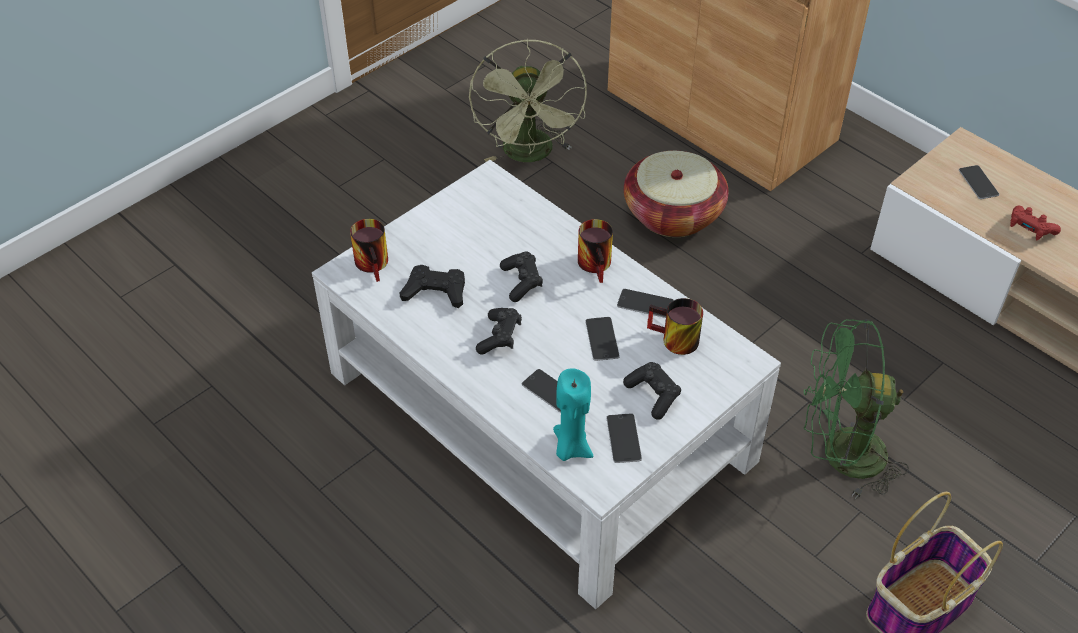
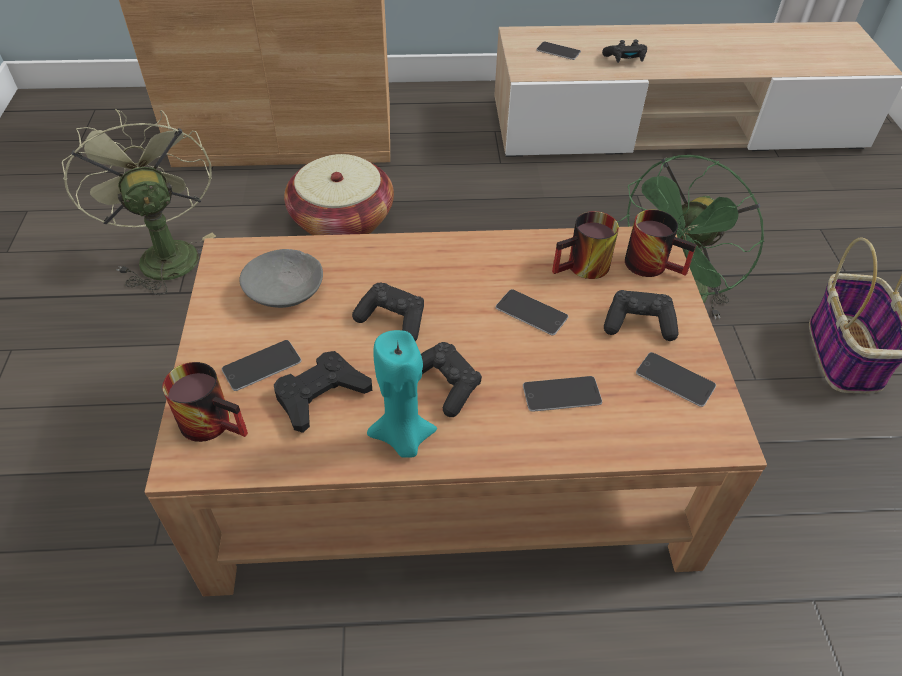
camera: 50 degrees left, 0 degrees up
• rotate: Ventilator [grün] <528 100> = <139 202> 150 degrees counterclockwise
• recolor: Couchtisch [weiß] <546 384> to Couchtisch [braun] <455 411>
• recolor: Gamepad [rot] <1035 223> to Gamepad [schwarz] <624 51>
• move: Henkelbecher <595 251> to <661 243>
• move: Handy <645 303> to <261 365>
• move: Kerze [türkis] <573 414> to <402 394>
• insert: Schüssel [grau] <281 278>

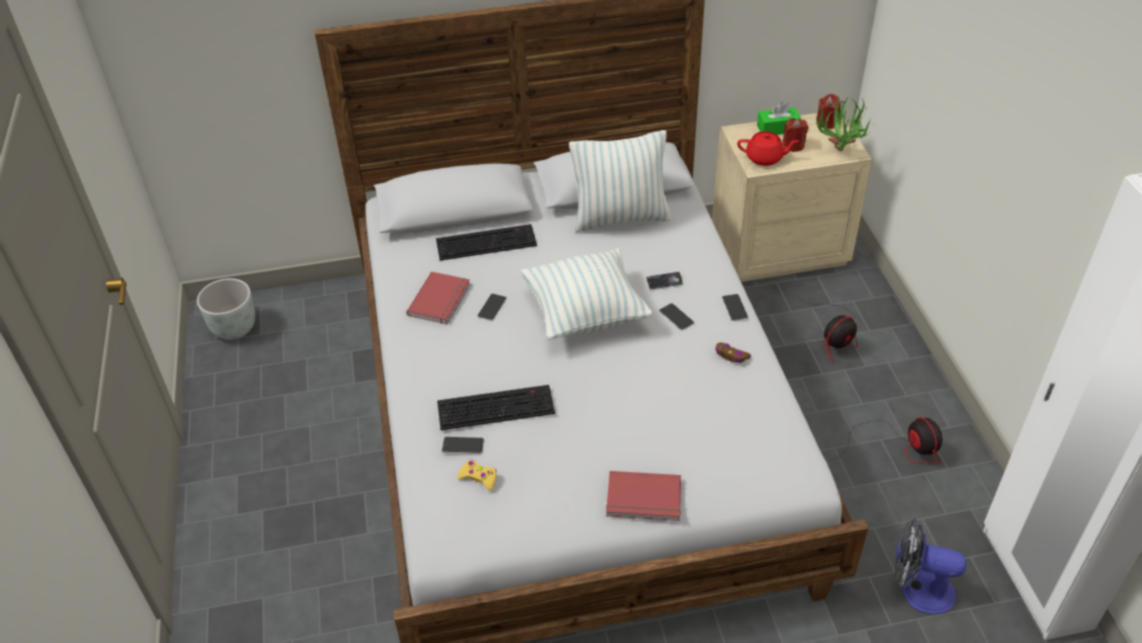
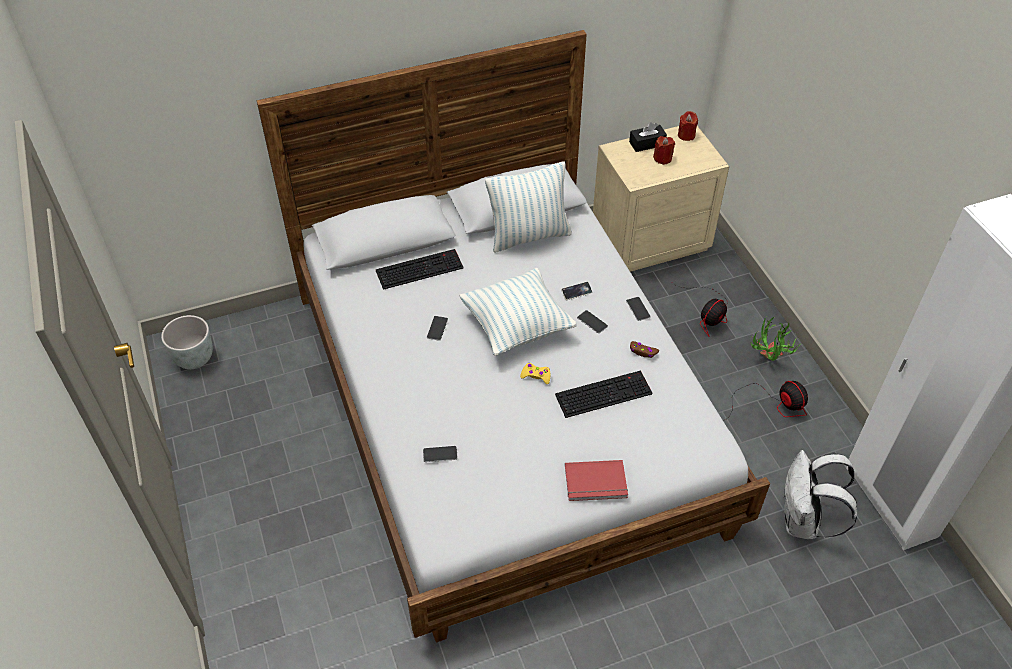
camera: 10 degrees left, 5 degrees up
• move: Topfpflanze <844 123> to <775 339>
• recolor: Taschentuchbox [grün] <779 118> to Taschentuchbox [schwarz] <648 137>
• delete: Teekanne [rot] <768 148>
• delete: Buch [rot] <438 297>
• move: Tastatur <496 407> to <603 394>
• move: Gamepad [gelb] <476 475> to <535 373>
• replace: Ventilator <931 566> to Rucksack [weiß] <820 494>

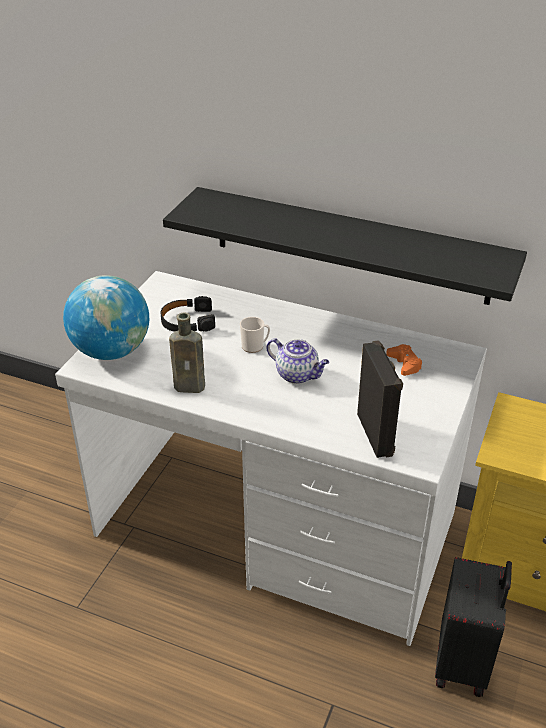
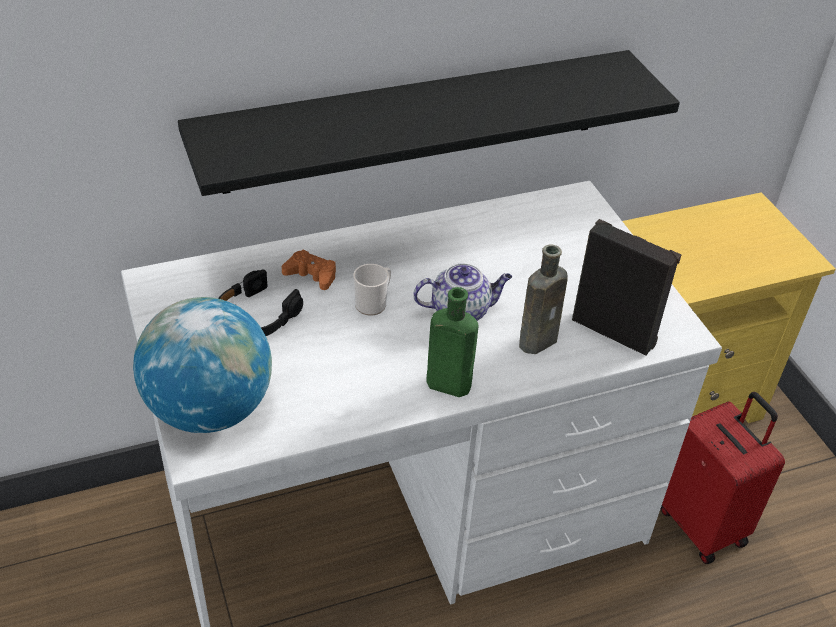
camera: 45 degrees left, 5 degrees up
• move: Flasche [braun] <187 353> to <543 299>
• move: Gamepad [orange] <404 360> to <309 270>
• recolor: Koffer [schwarz] <473 627> to Koffer [rot] <723 478>
• insert: Flasche [grün] <452 342>

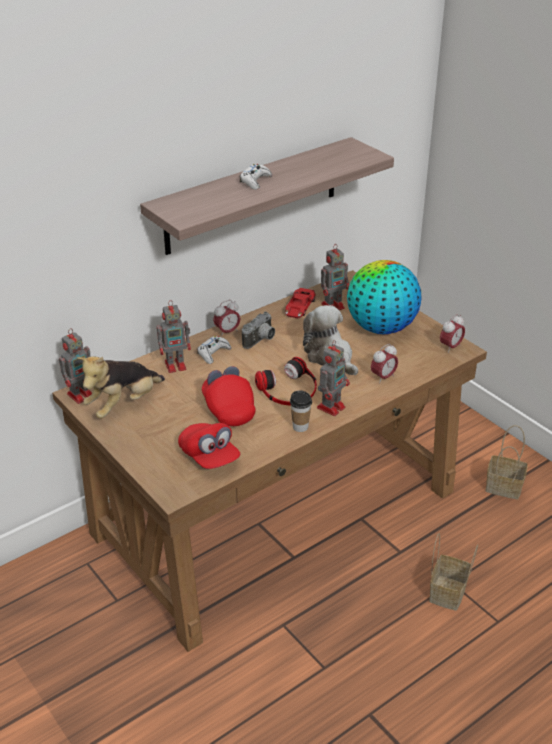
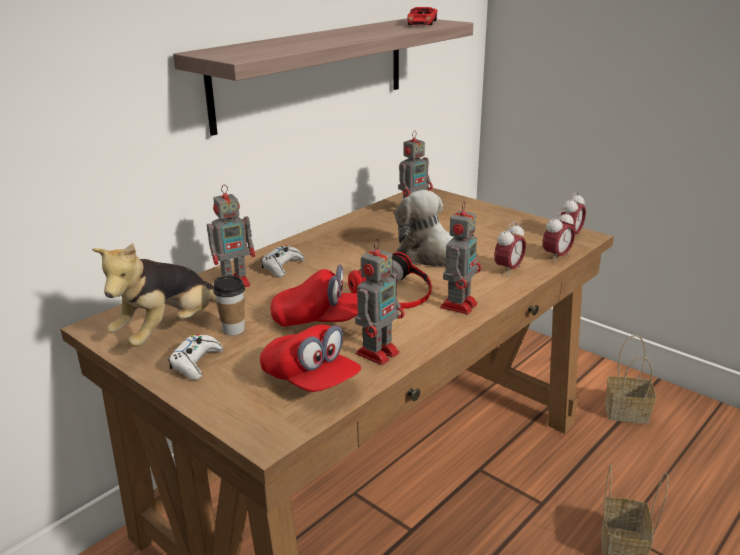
camera: 10 degrees left, 10 degrees down
• move: Gamepad [weiß] <255 177> to <195 357>
• delete: Globus <384 297>
• move: Spielzeugauto [rot] <300 303> to <422 16>
• move: Wecker <226 318> to <559 236>
• delete: Kamera <258 330>
• move: Spielzeugroboter <75 366> to <380 302>
• rotate: Kappe [rot] <229 396> = <314 296> 135 degrees clockwise
• move: Tasse <301 411> to <229 305>

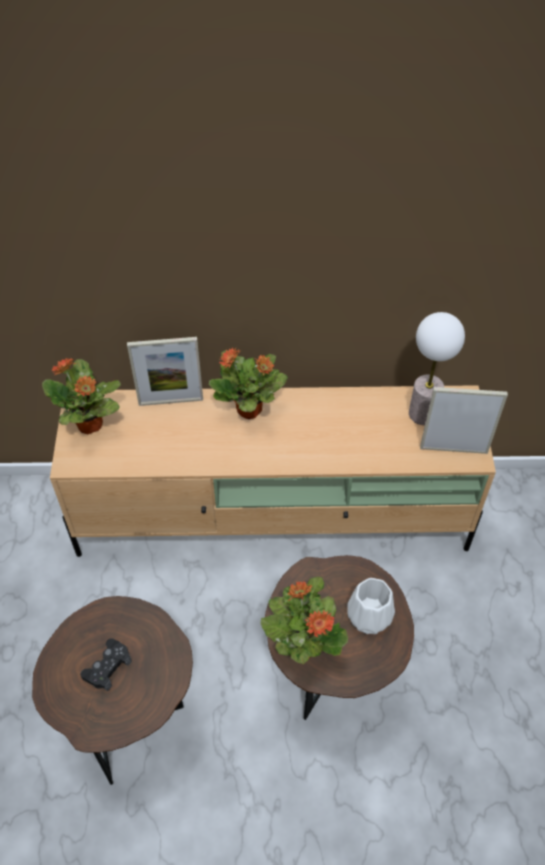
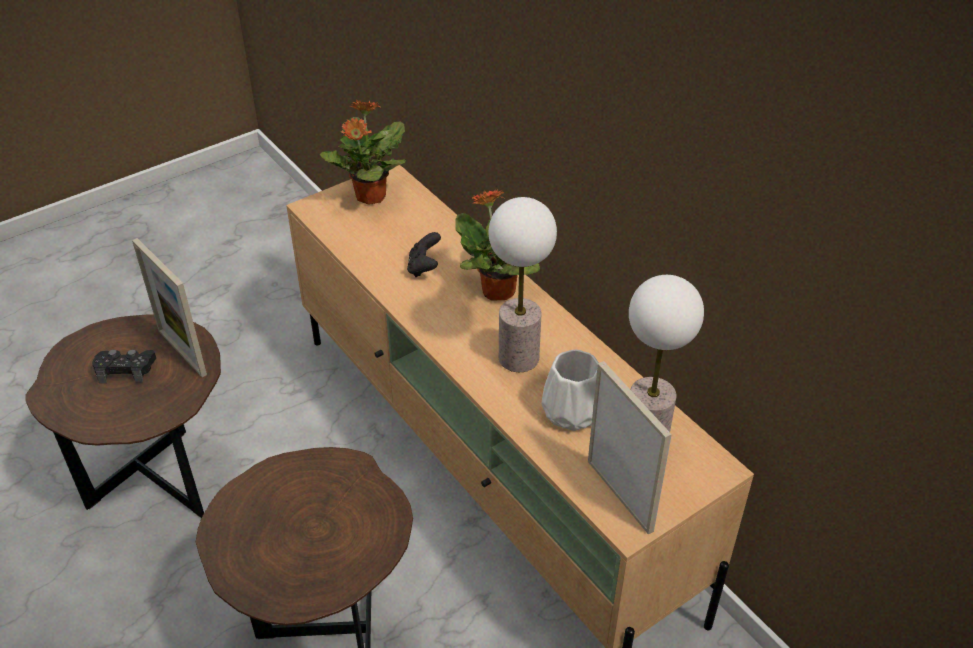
camera: 55 degrees right, 10 degrees down
• move: Bilderrahmen <165 371> to <169 307>
• delete: Topfpflanze <304 620>
• move: Vase [weiß] <371 606> to <570 390>
• insert: Tischlampe <522 284>
• insert: Gamepad [schwarz] <424 254>

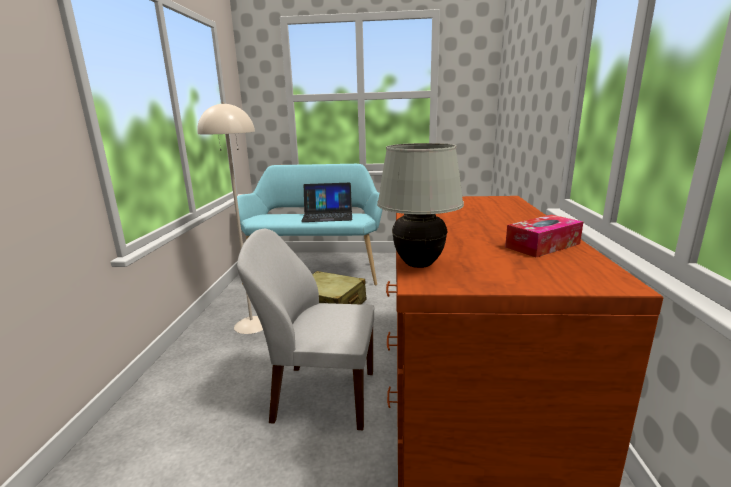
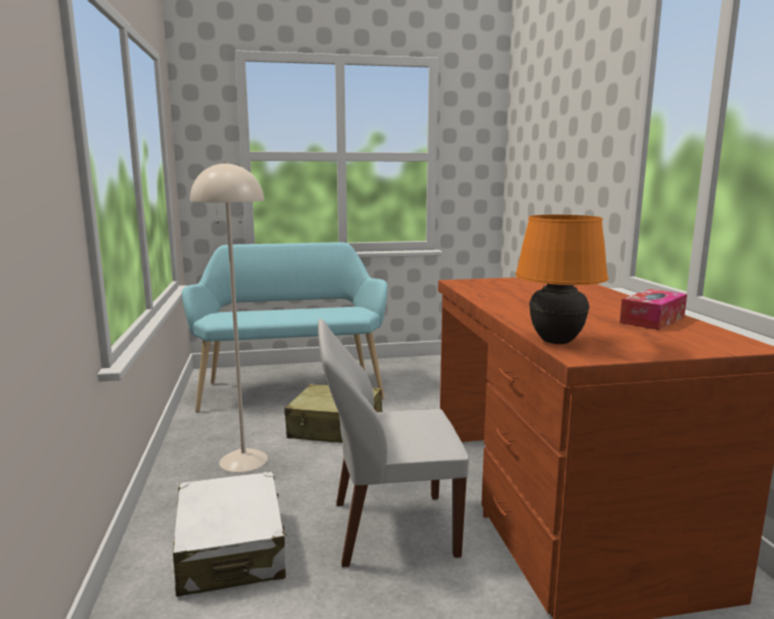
camera: 15 degrees left, 5 degrees down
• recolor: Tischlampe [weiß] <420 205> to Tischlampe [orange] <561 279>
• delete: Laptop <326 202>
• insert: Koffer [weiß] <230 534>

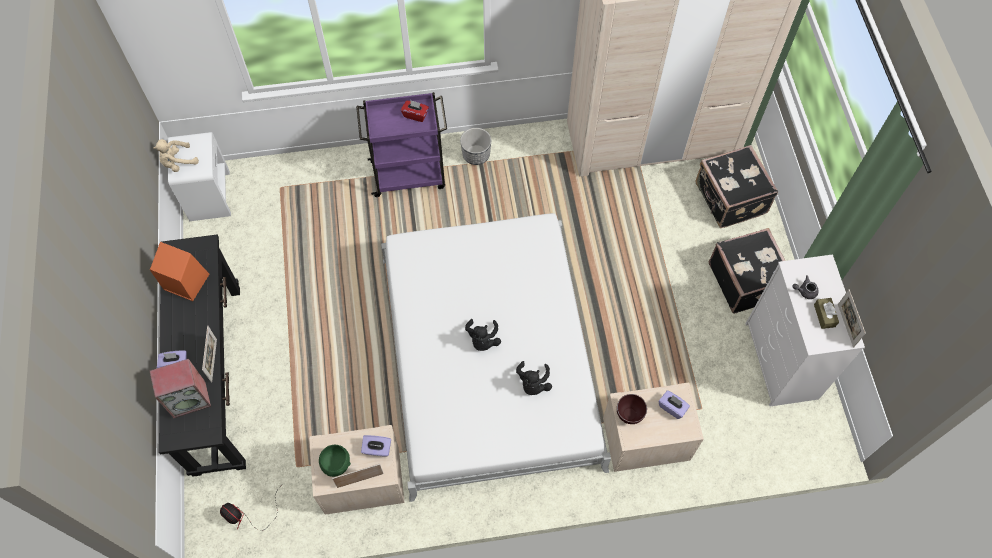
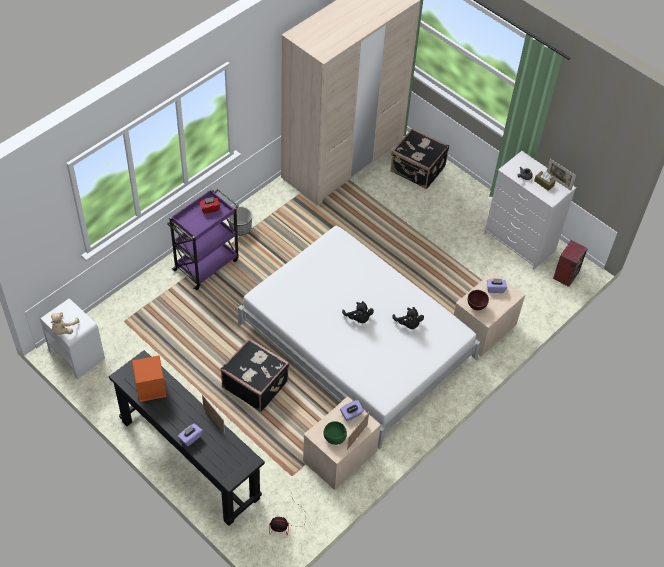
camera: 40 degrees left, 10 degrees down
• move: Koffer [schwarz] <747 271> to <255 375>
• move: Lautsprecher <180 388> to <570 263>

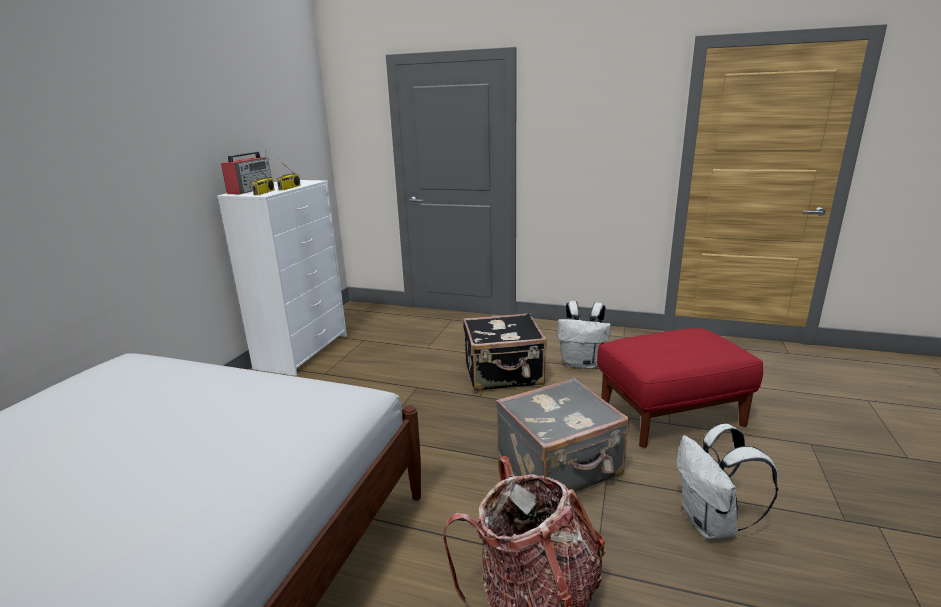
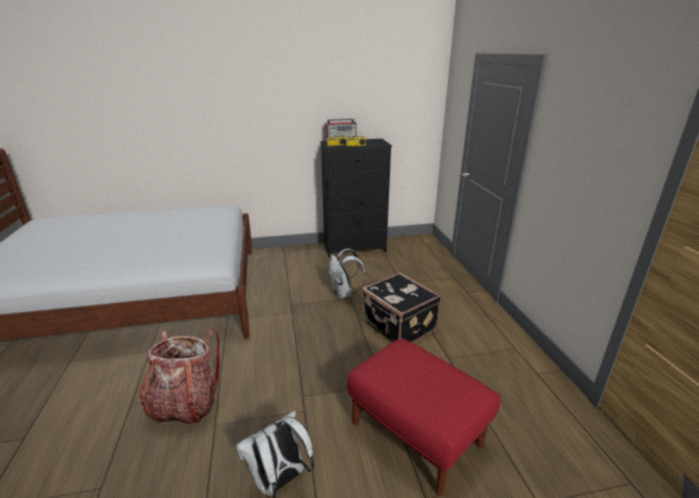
camera: 60 degrees right, 5 degrees up
• recolor: Kommode [weiß] <282 278> to Kommode [schwarz] <356 198>
• move: Rucksack [weiß] <584 335> to <347 274>
• delete: Koffer [grau] <563 434>

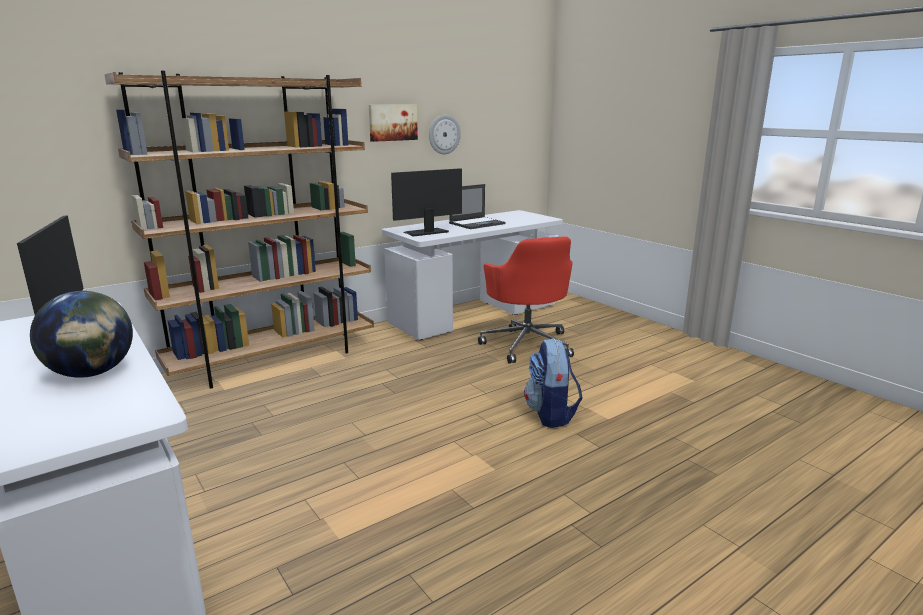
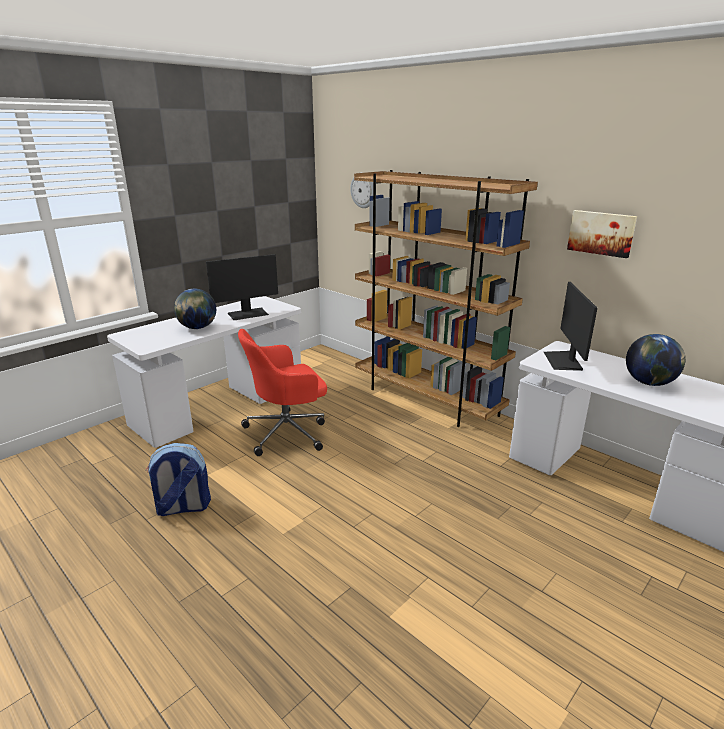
camera: 80 degrees right, 5 degrees up
• move: Wanduhr <445 134> to <361 192>
• rotate: Monitor <426 202> = <570 326> 135 degrees counterclockwise
• replace: Laptop <477 206> to Globus <655 360>
• move: Bürostuhl [rot] <526 299> to <282 392>
• move: Rucksack <553 383> to <178 479>

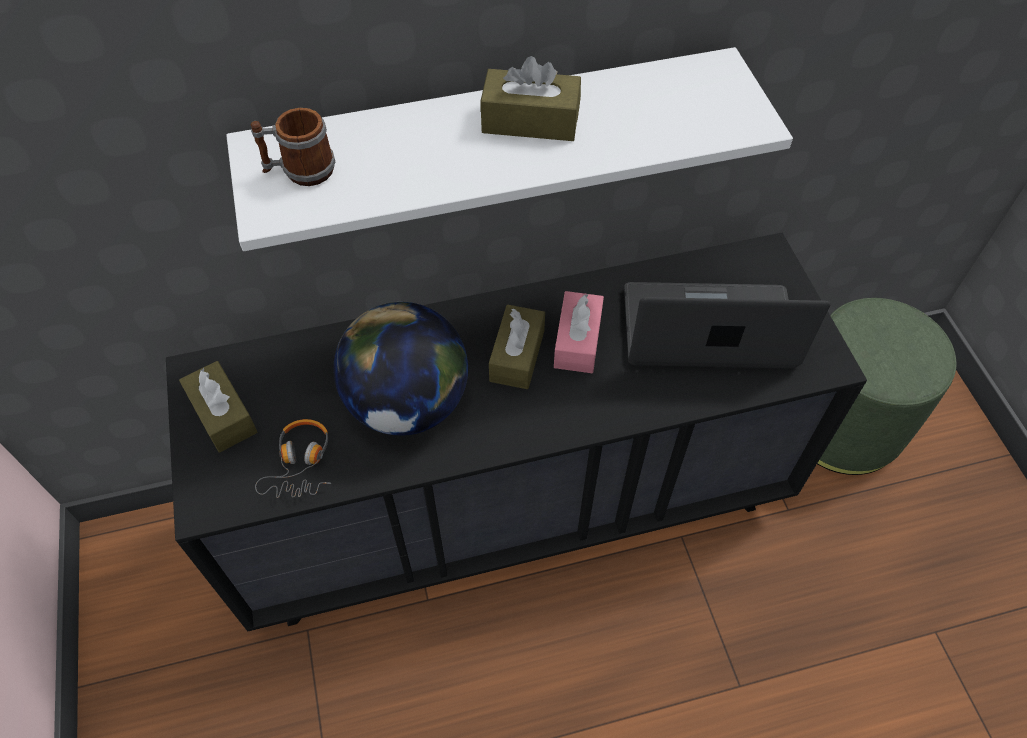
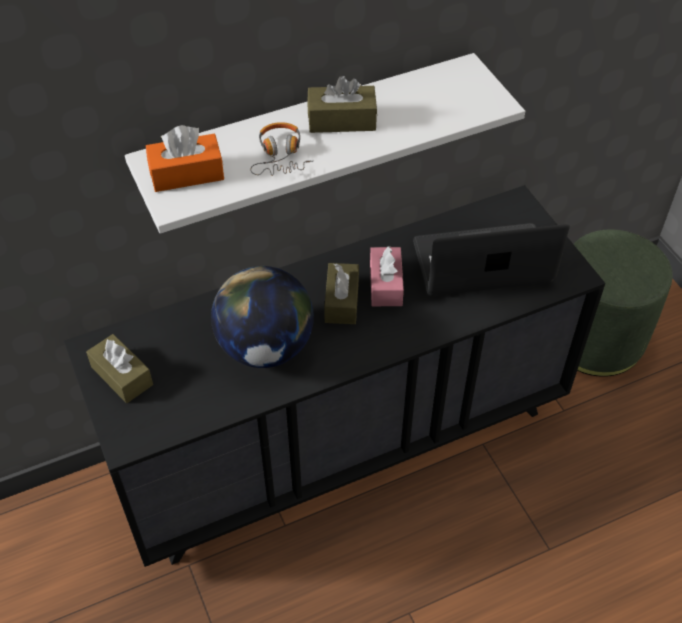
camera: 10 degrees left, 5 degrees down
• replace: Henkelbecher <293 147> to Taschentuchbox [orange] <185 158>
• move: Kopfhörer <293 458> to <282 149>

